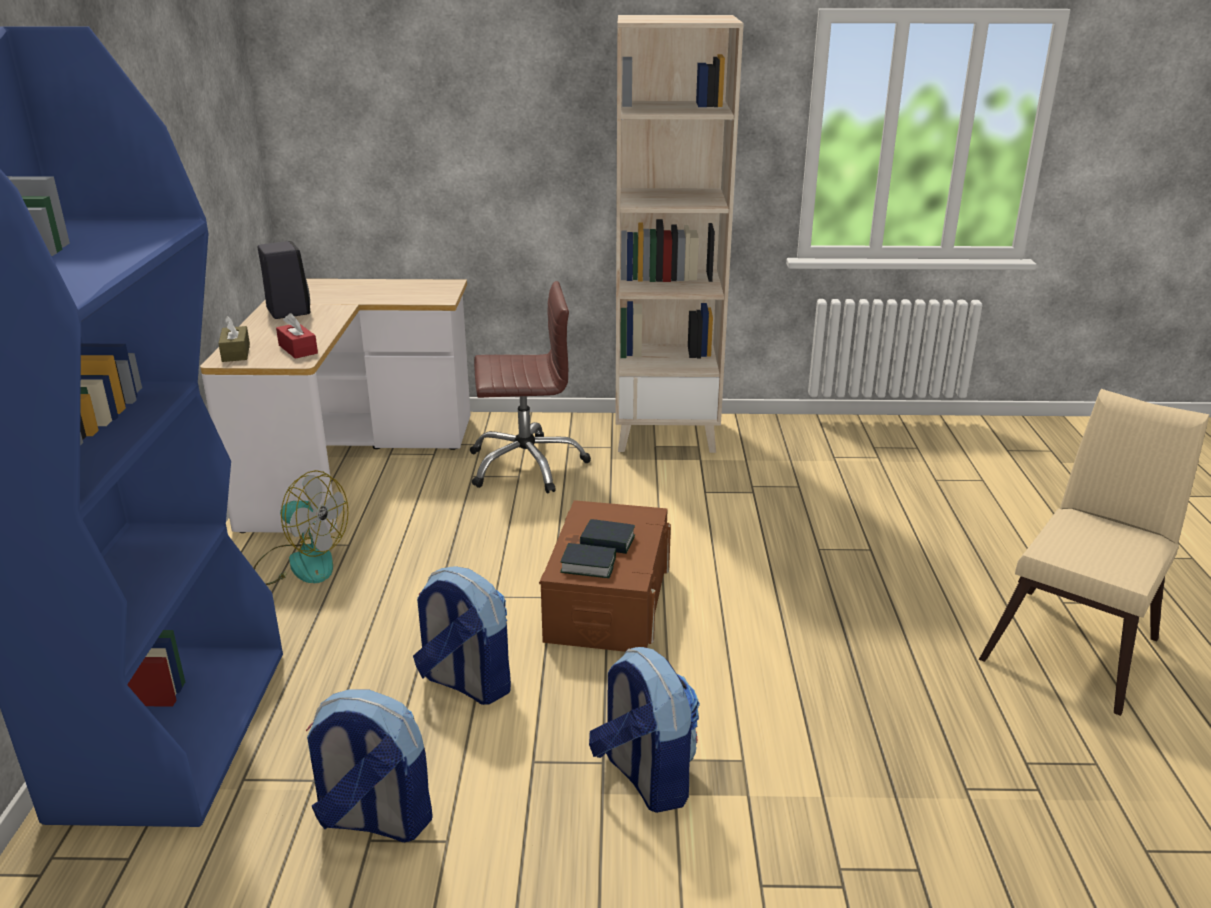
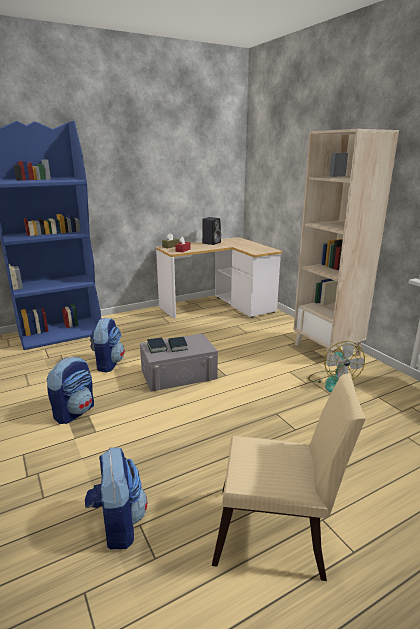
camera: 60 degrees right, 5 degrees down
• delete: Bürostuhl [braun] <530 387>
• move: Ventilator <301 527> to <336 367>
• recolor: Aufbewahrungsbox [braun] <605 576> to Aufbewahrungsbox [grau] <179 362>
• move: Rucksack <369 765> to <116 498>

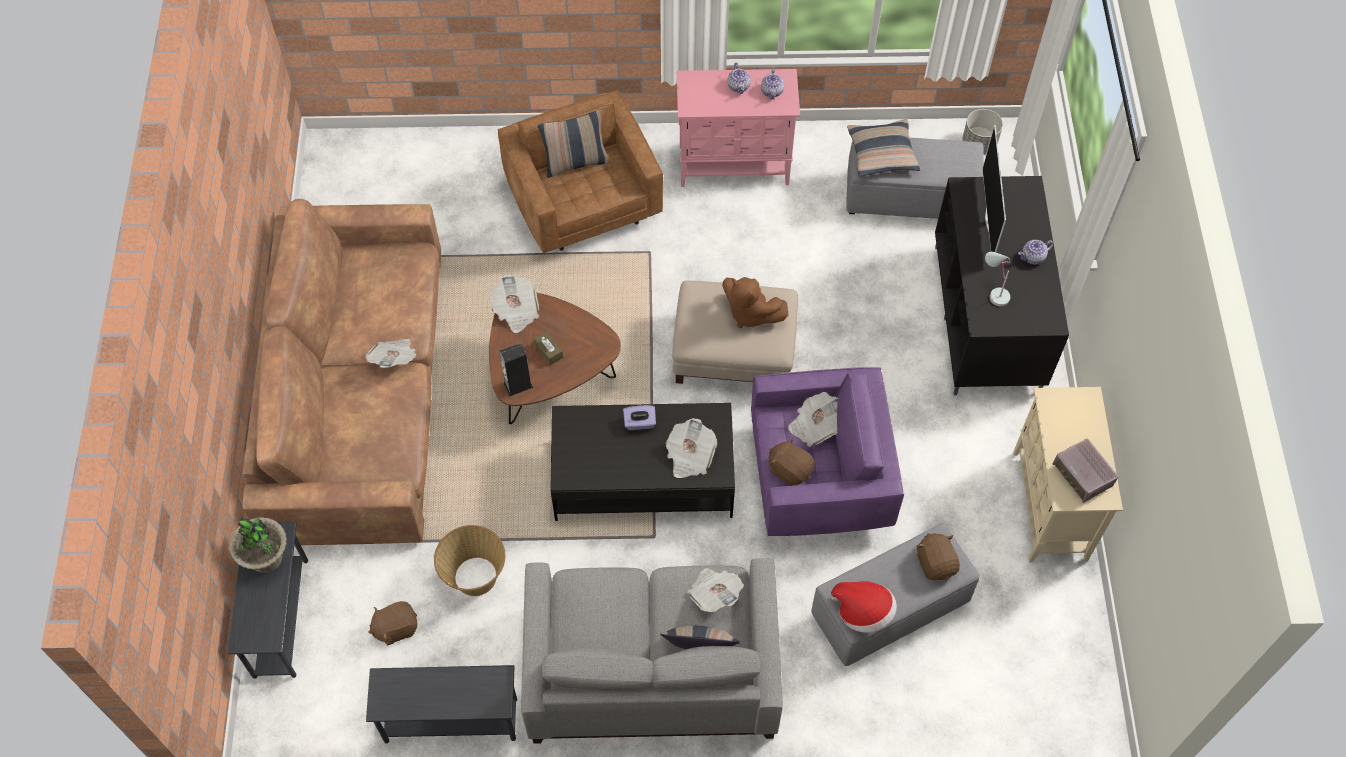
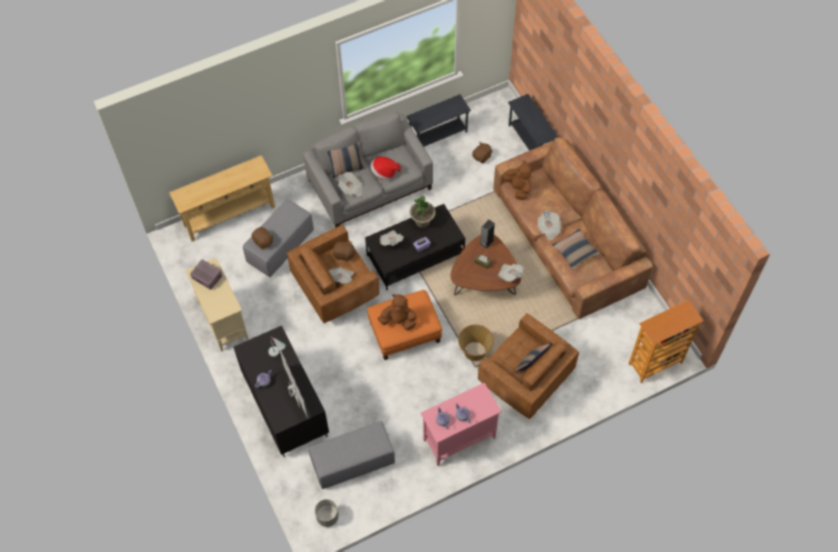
camera: 155 degrees right, 0 degrees up
• move: Kissen <883 147> to <576 249>
• recolor: Polsterhocker [beige] <735 332> to Polsterhocker [orange] <404 325>
• recolor: Sessel [lila] <827 451> to Sessel [braun] <333 274>
• move: Topfpflanze <258 545> to <423 212>
• move: Korb <469 560> to <476 342>
• move: Hut <864 606> to <386 168>
• insert: Konsolentisch [beige] <222 198>
• insert: Plüschtier [braun] <517 180>
• insert: Bücherregal <666 341>

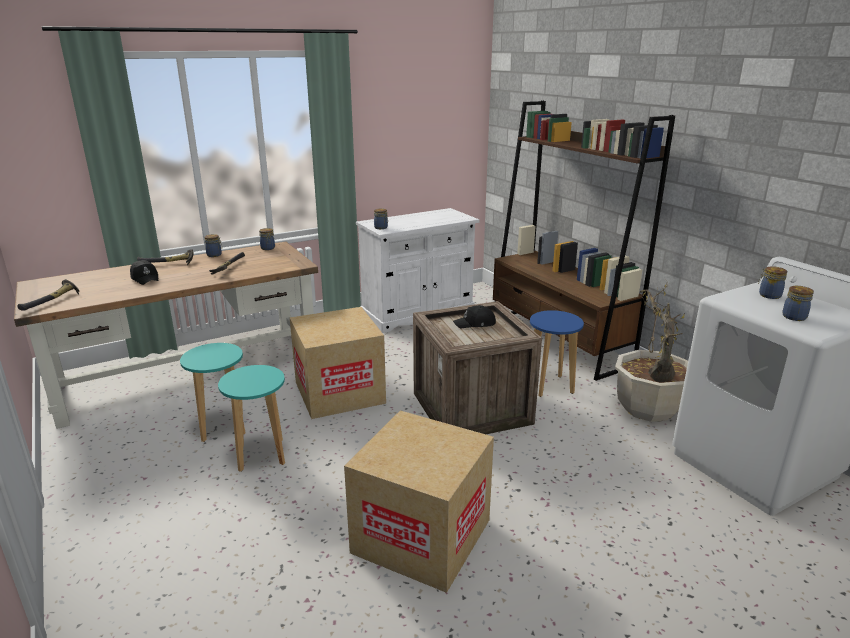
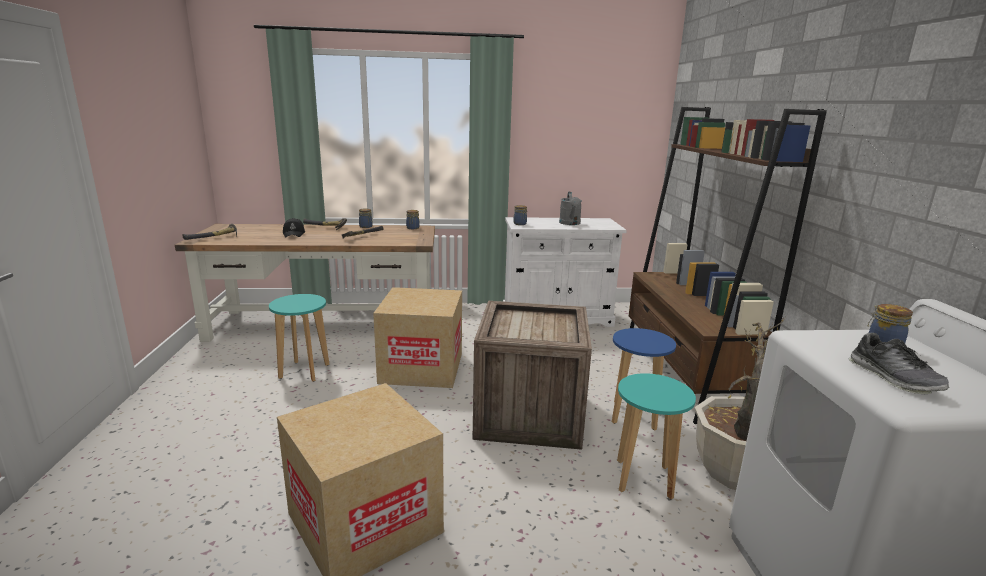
camera: 25 degrees right, 5 degrees down
• replace: Vorratsglas <798 303> to Schuh <899 363>
• delete: Kappe [schwarz] <474 316>
• move: Hocker [türkis] <251 418> to <656 436>
• insert: Gießkanne [grau] <570 208>

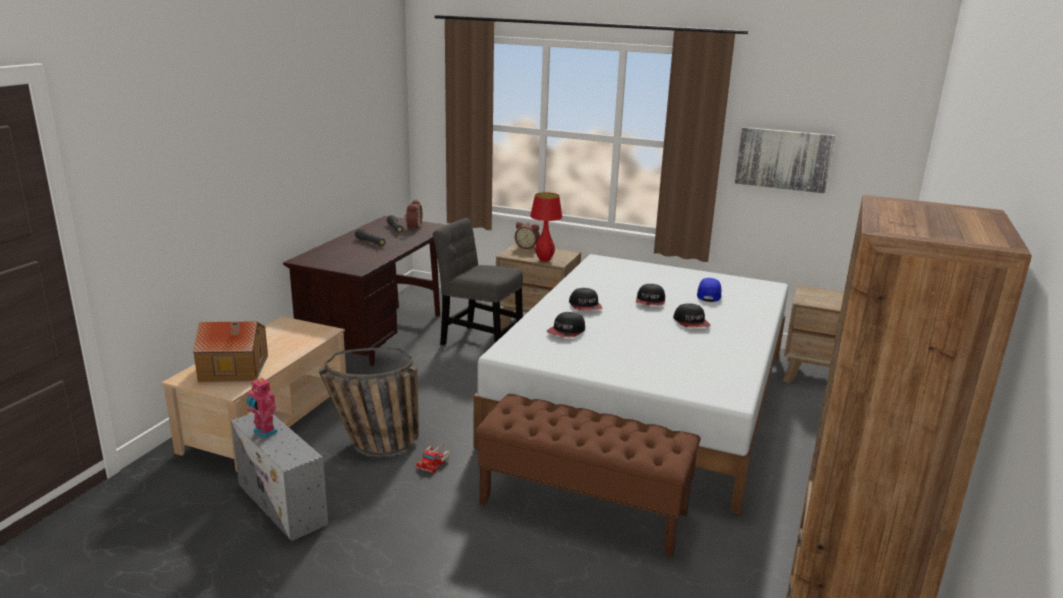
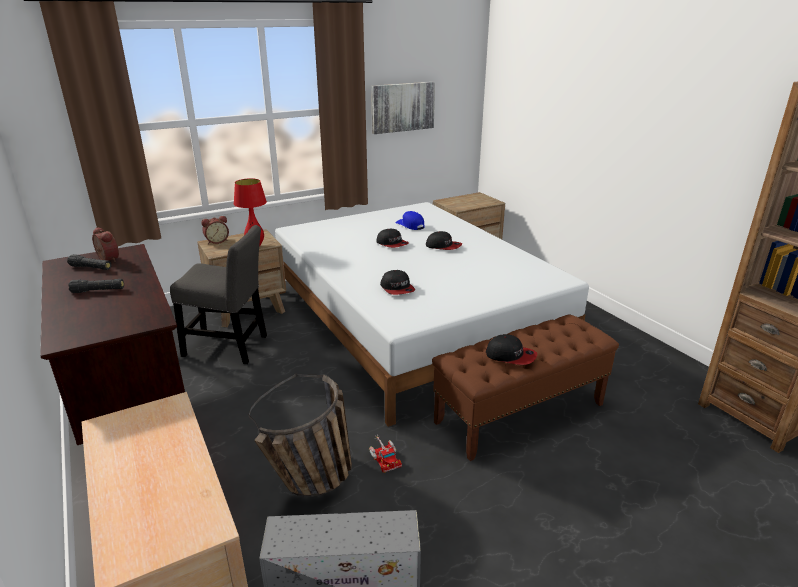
camera: 50 degrees left, 5 degrees up
• rotate: Stuhl [grau] <478 281> = <218 294> 150 degrees counterclockwise
• move: Kappe <585 299> to <511 349>
• delete: Spielzeughaus <230 352>
• delete: Spielzeugroboter <262 407>

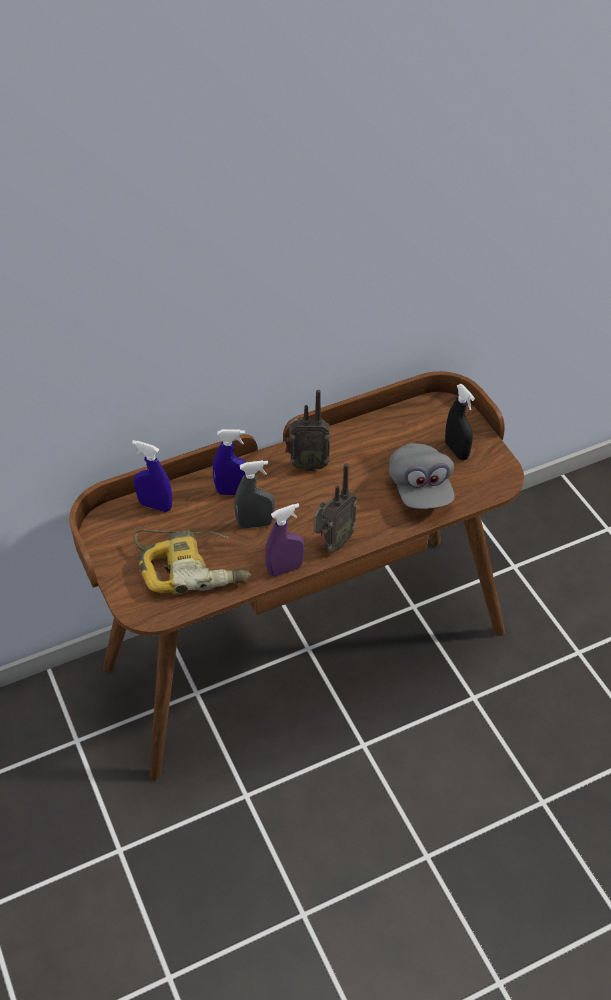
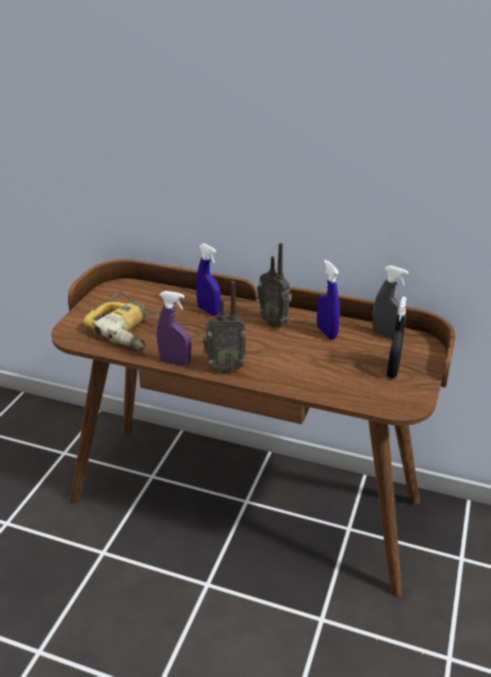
camera: 45 degrees right, 15 degrees down
• move: Sprühflasche [blau] <152 476> to <328 300>
• delete: Kappe [grau] <422 476>
• move: Sprühflasche [grau] <254 494> to <390 302>

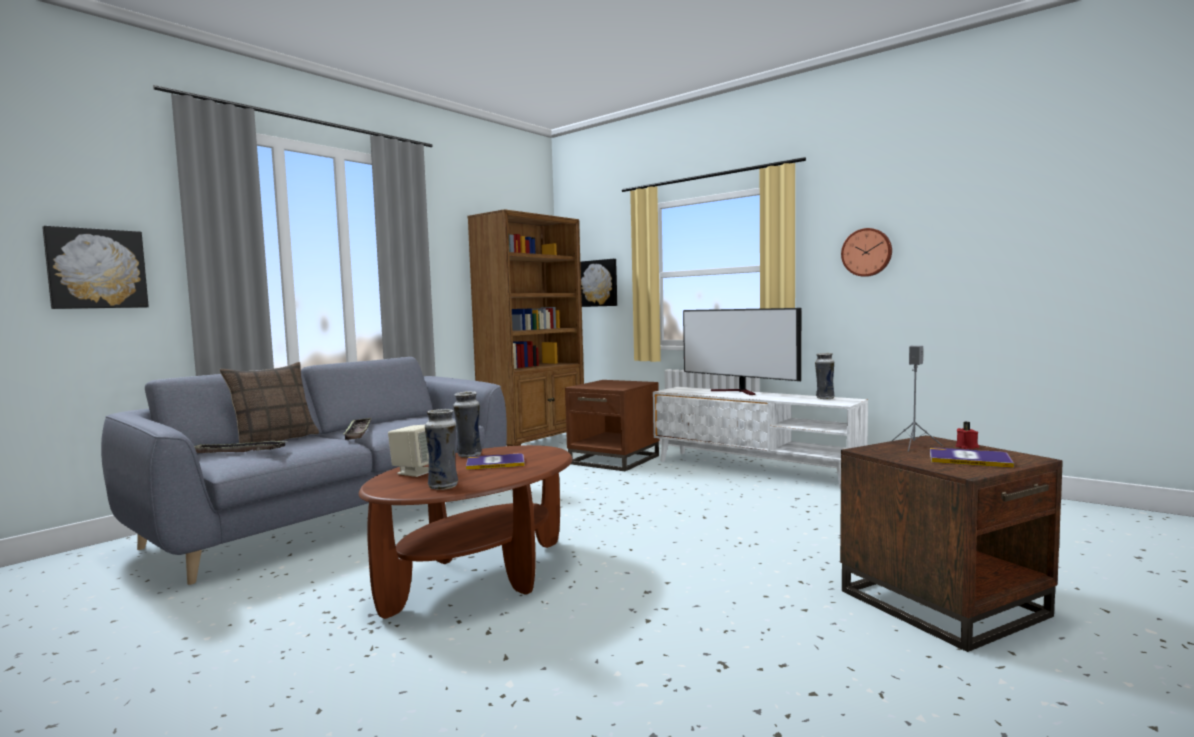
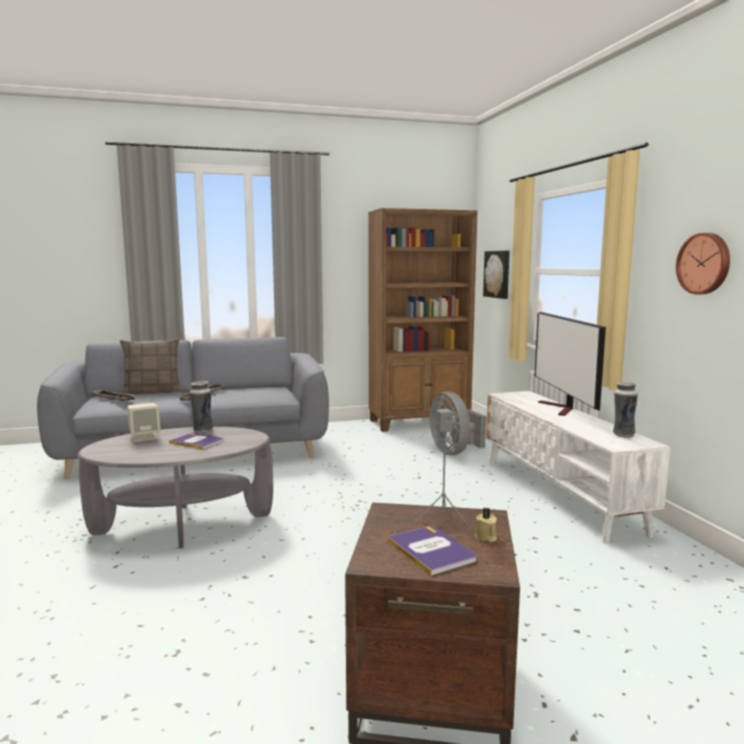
camera: 35 degrees right, 5 degrees up
• delete: Bild <95 267>
• replace: Beistelltisch [braun] <612 425> to Ventilator [grau] <458 423>
• delete: Vase <441 449>
• recolor: Kerze [rot] <967 435> to Kerze [beige] <485 524>
• recolor: Couchtisch [braun] <465 532> to Couchtisch [grau] <175 488>

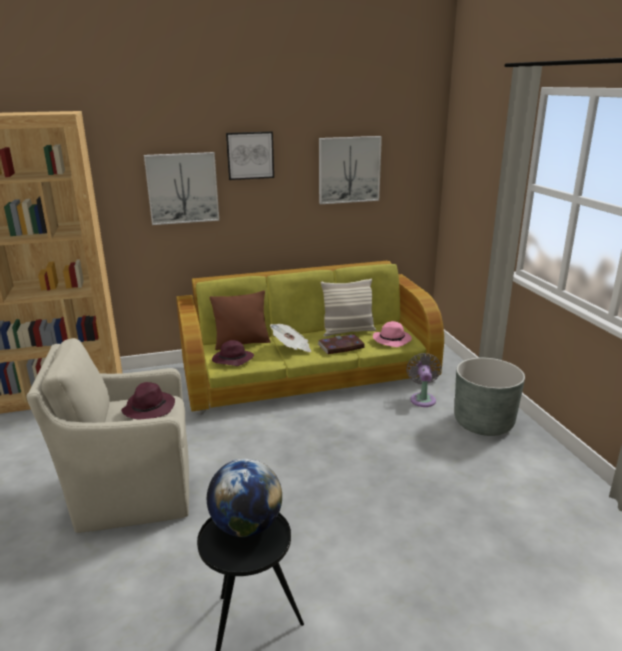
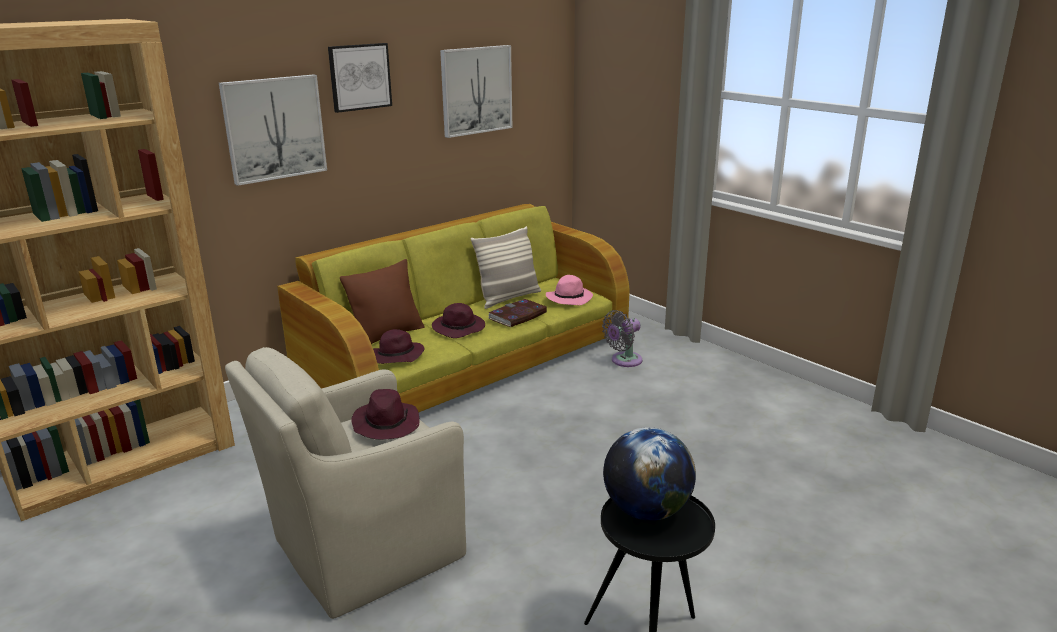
camera: 25 degrees left, 0 degrees up
• replace: Zeitung <290 338> to Hut [lila] <458 320>
• rotate: Ventilator [grau] <423 380> = <622 338> 105 degrees counterclockwise
• delete: Pflanzkübel [grau] <489 397>

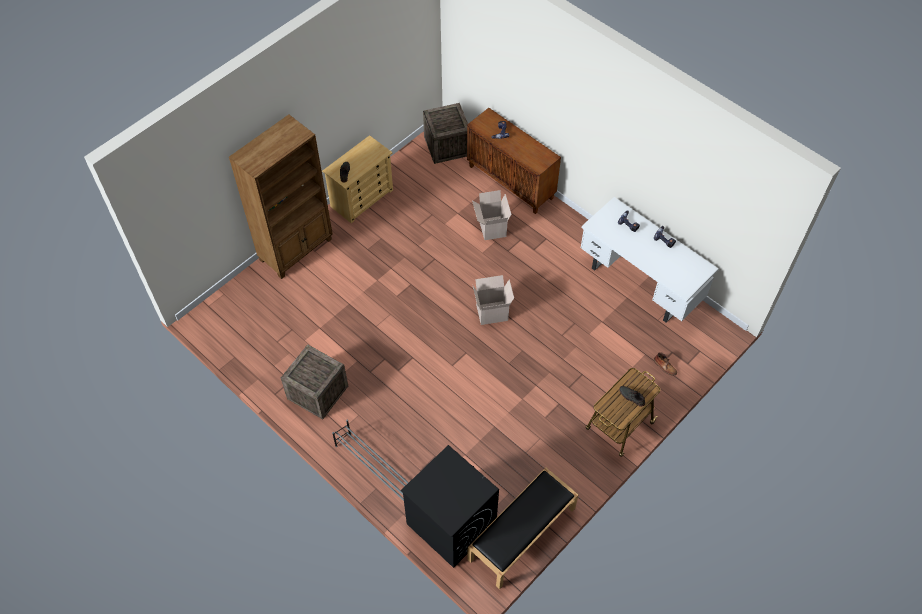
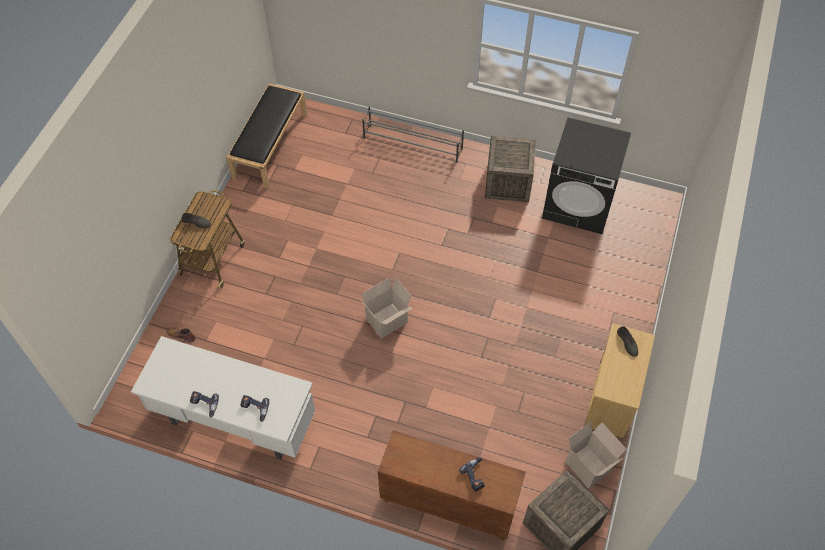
camera: 155 degrees right, 0 degrees up
• delete: Bücherregal [braun] <281 197>
• move: Karton <491 215> to <596 455>
• move: Waschmaschine [schwarz] <450 506> to <586 176>

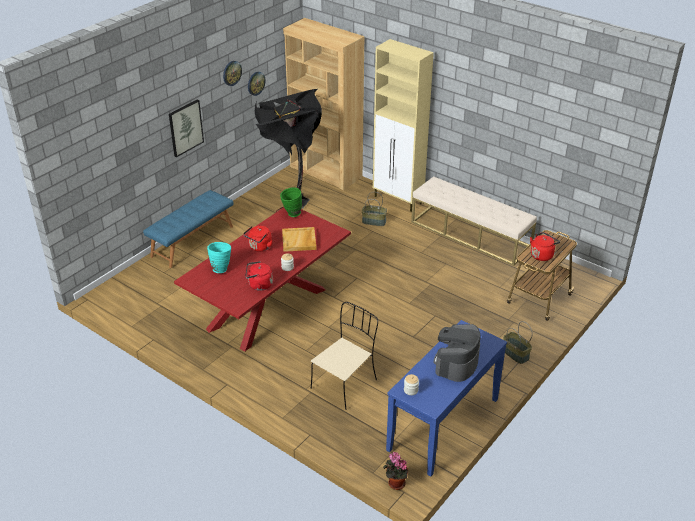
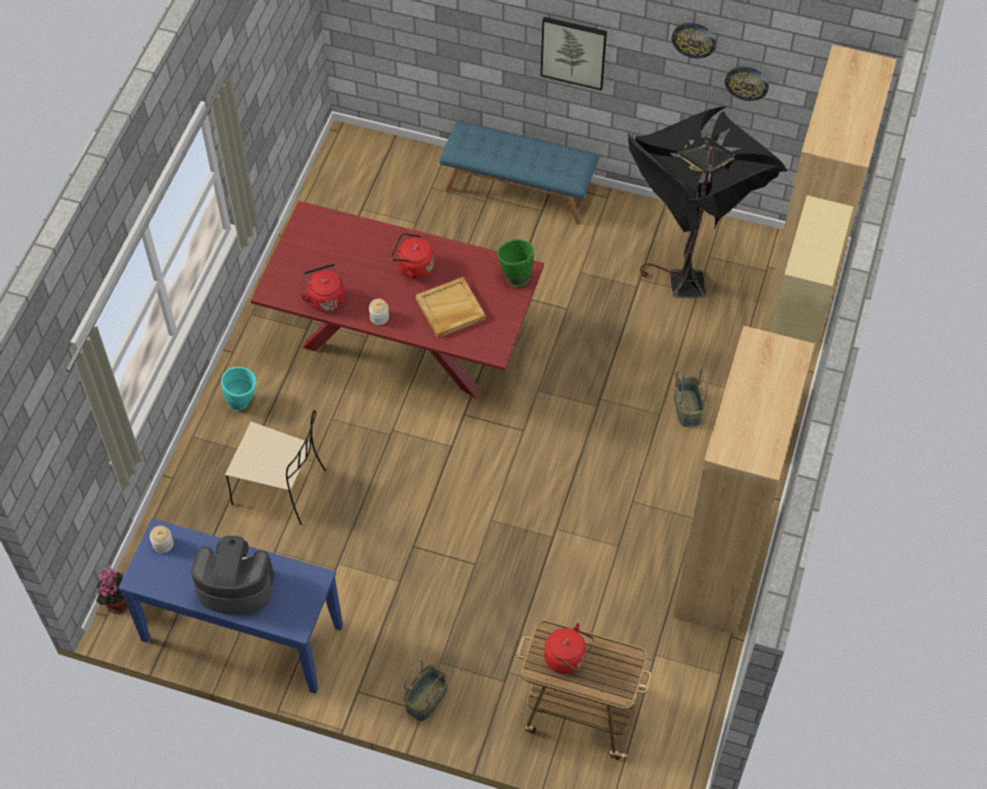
camera: 70 degrees right, 20 degrees up
• replace: Bank [beige] <474 221> to Bücherregal [braun] <743 480>
• move: Vase [türkis] <219 257> to <238 388>

